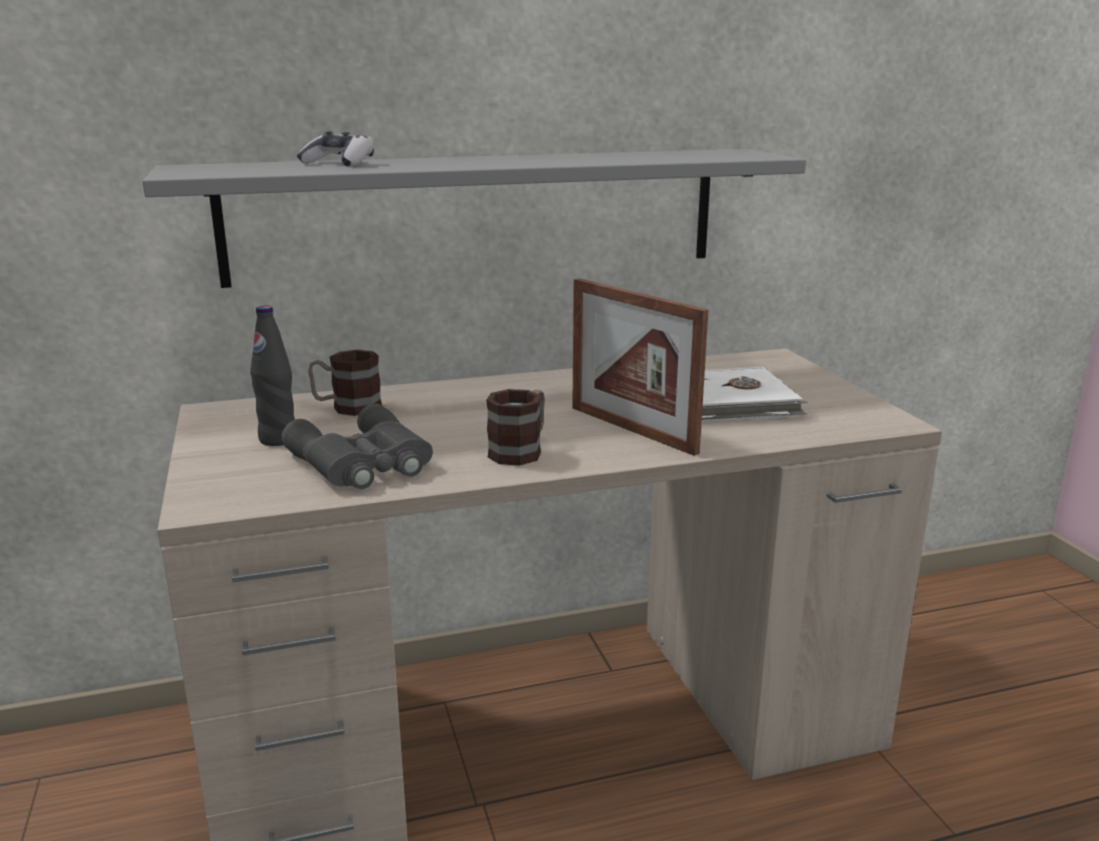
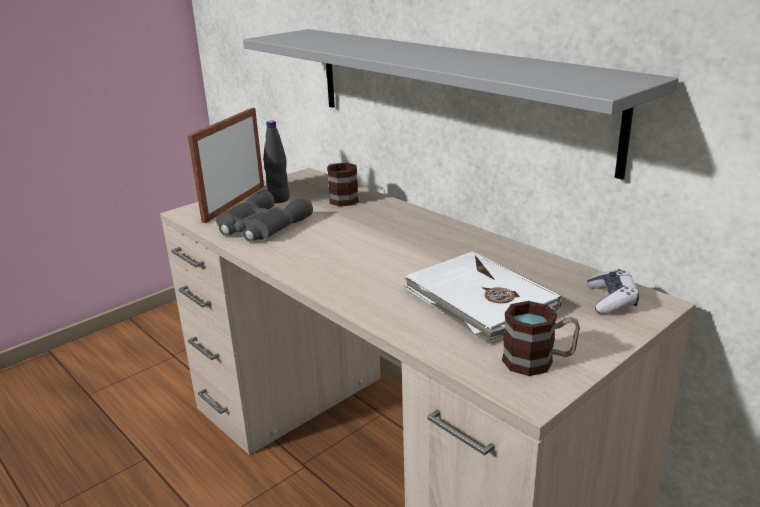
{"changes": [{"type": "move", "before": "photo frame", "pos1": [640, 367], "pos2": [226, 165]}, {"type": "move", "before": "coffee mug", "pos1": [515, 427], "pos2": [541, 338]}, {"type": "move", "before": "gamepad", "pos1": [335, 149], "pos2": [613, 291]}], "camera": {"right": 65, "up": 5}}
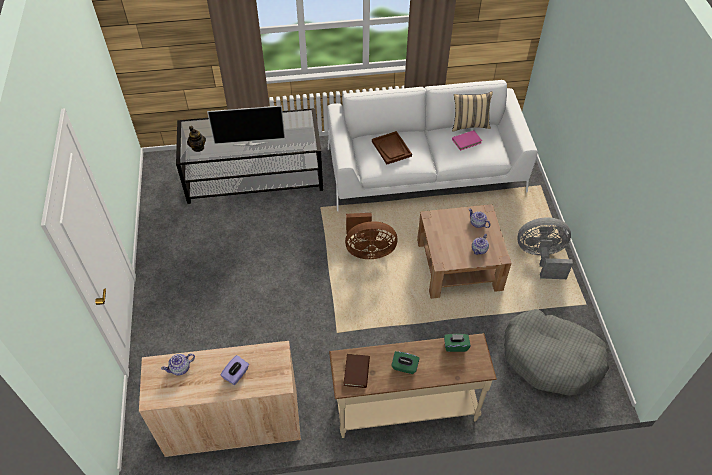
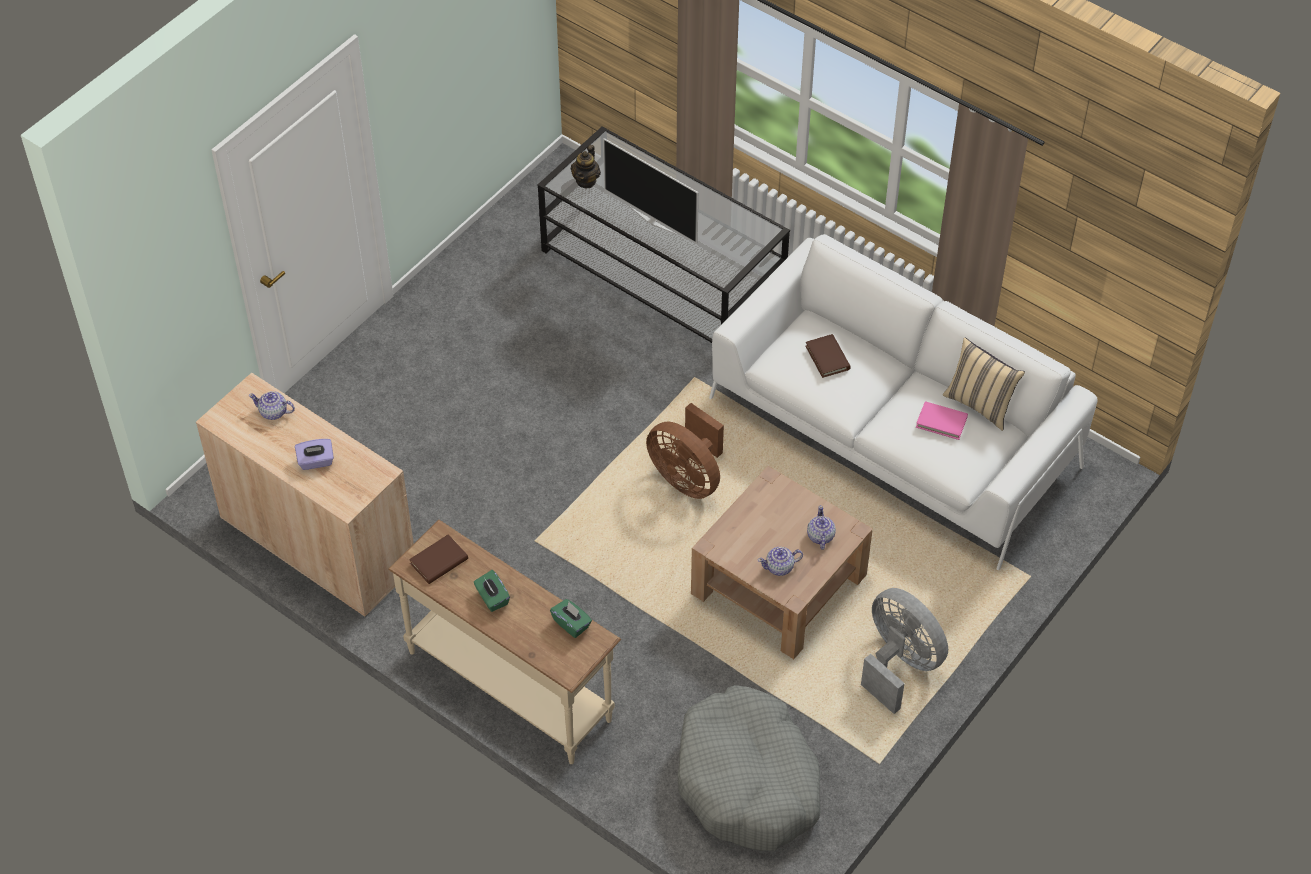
{"changes": [{"type": "replace", "before": "brown-coloured tray", "after": "brown-coloured volume", "pos1": [392, 147], "pos2": [828, 356]}], "camera": {"right": 45, "up": 0}}
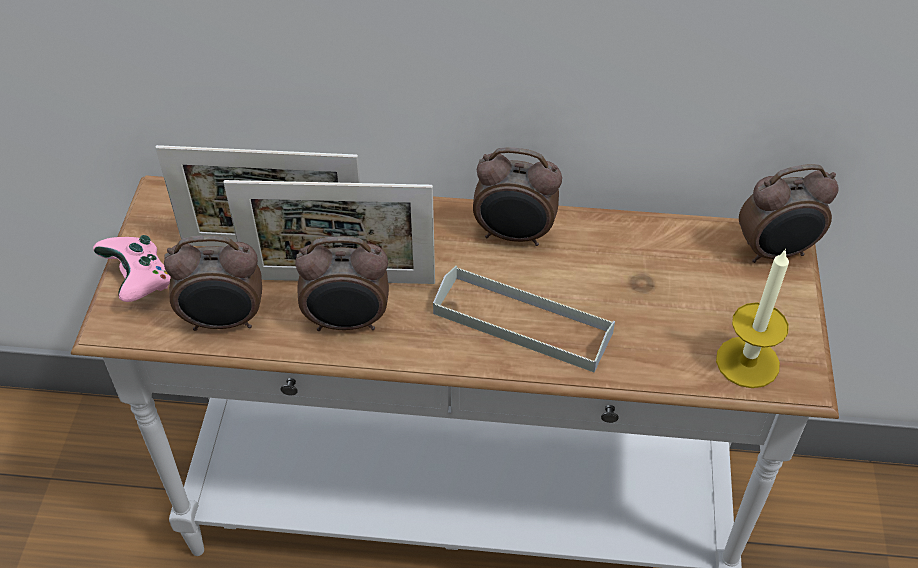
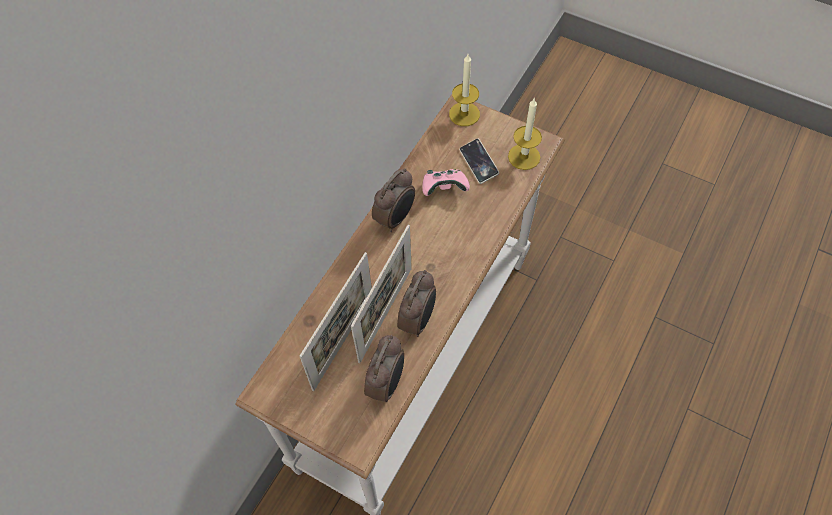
{"changes": [{"type": "move", "before": "pink-coloured gamepad", "pos1": [132, 268], "pos2": [446, 182]}, {"type": "replace", "before": "table clock", "after": "wax candle", "pos1": [789, 213], "pos2": [464, 90]}, {"type": "insert", "after": "phone", "pos2": [479, 161]}, {"type": "delete", "before": "gray tray", "pos1": [524, 319]}], "camera": {"right": -65, "up": 10}}
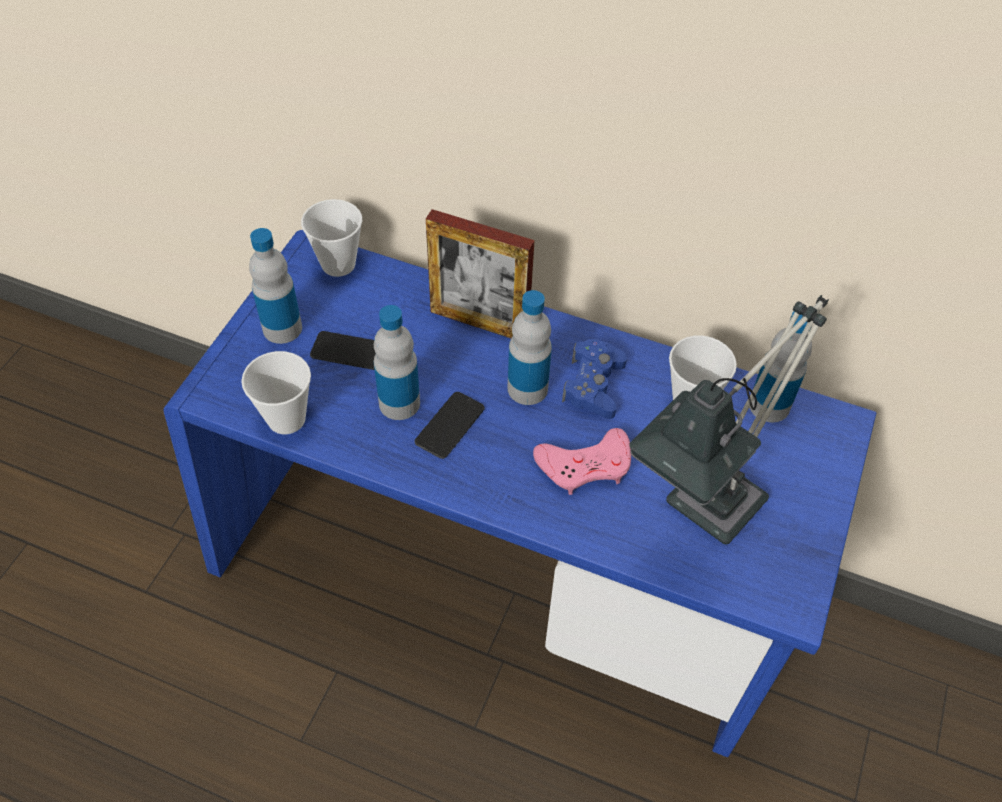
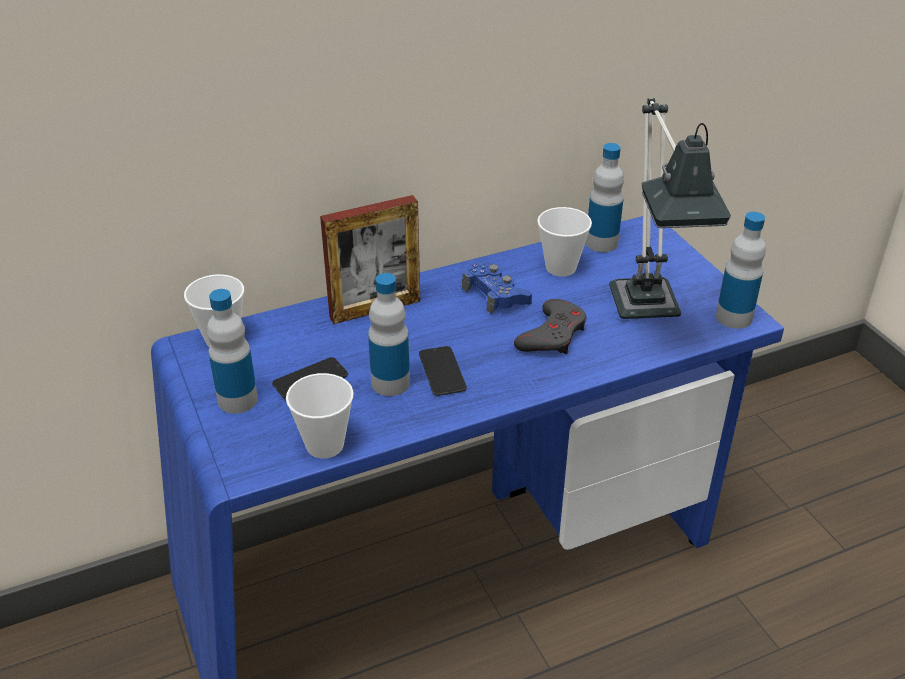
{"changes": [{"type": "recolor", "before": "pink-coloured gamepad", "after": "gray gamepad", "pos1": [582, 461], "pos2": [550, 326]}, {"type": "move", "before": "drink bottle", "pos1": [529, 347], "pos2": [741, 270]}], "camera": {"right": -45, "up": -15}}
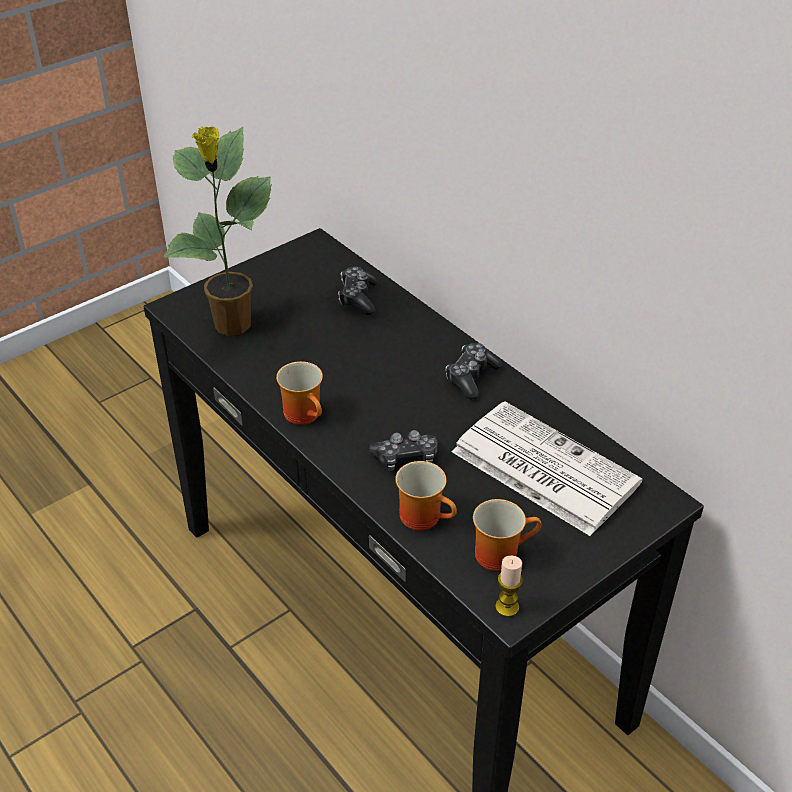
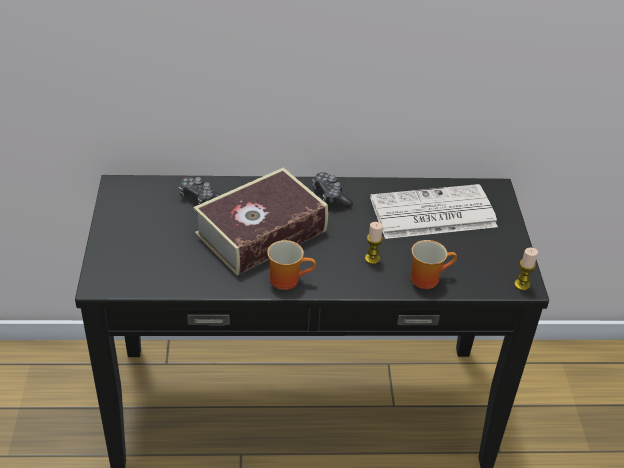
{"changes": [{"type": "insert", "after": "volume", "pos2": [261, 221]}, {"type": "replace", "before": "gamepad", "after": "wax candle", "pos1": [403, 450], "pos2": [374, 243]}, {"type": "delete", "before": "plant in a pot", "pos1": [217, 231]}, {"type": "delete", "before": "coffee mug", "pos1": [507, 535]}], "camera": {"right": -55, "up": 0}}
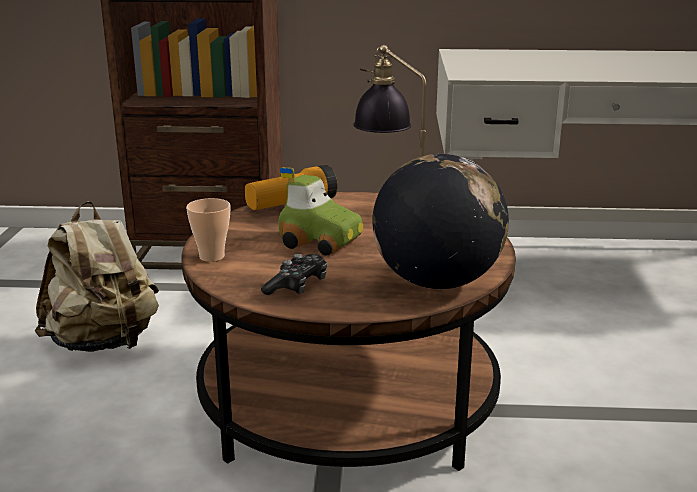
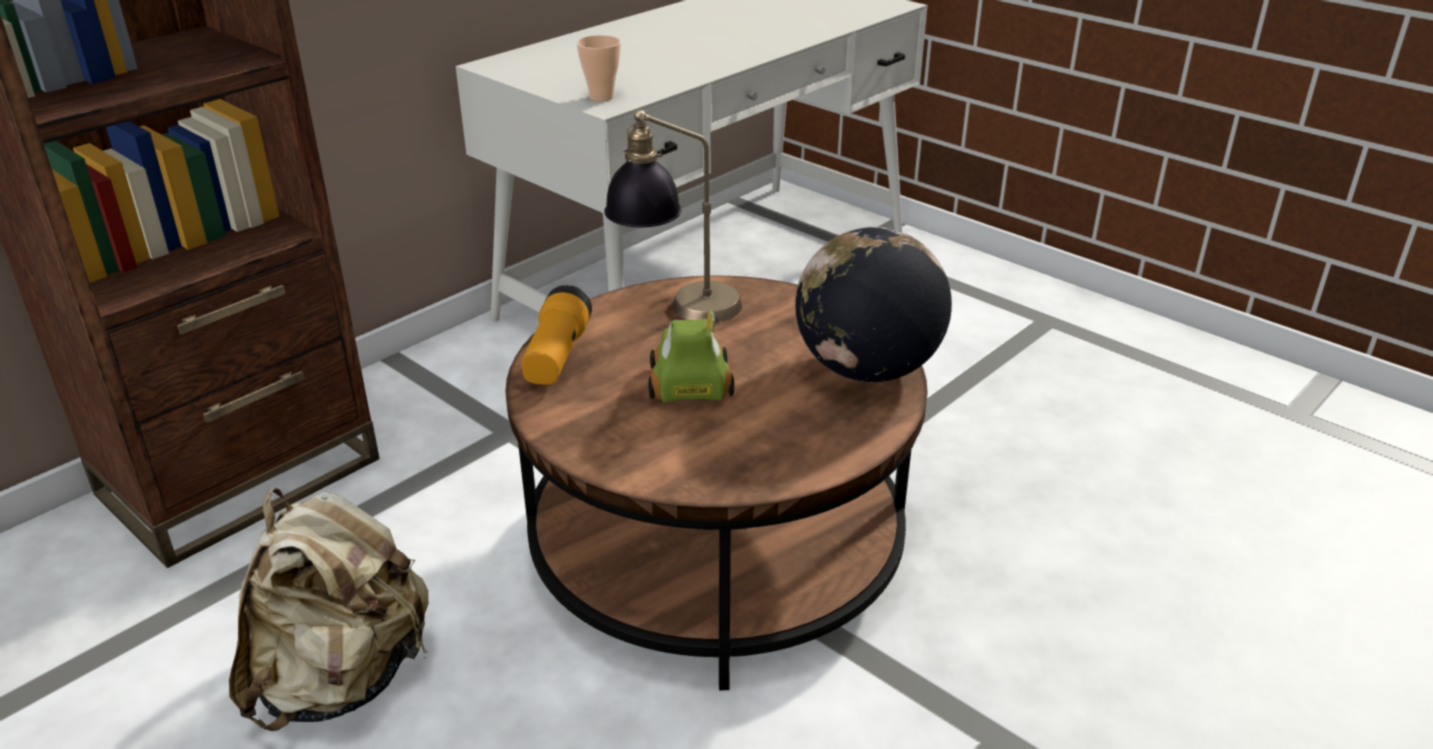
{"changes": [{"type": "move", "before": "small cup", "pos1": [208, 230], "pos2": [599, 68]}, {"type": "rotate", "before": "miniature car", "pos1": [321, 211], "pos2": [691, 356], "turn": -75}, {"type": "delete", "before": "gamepad", "pos1": [294, 274]}], "camera": {"right": -50, "up": 10}}
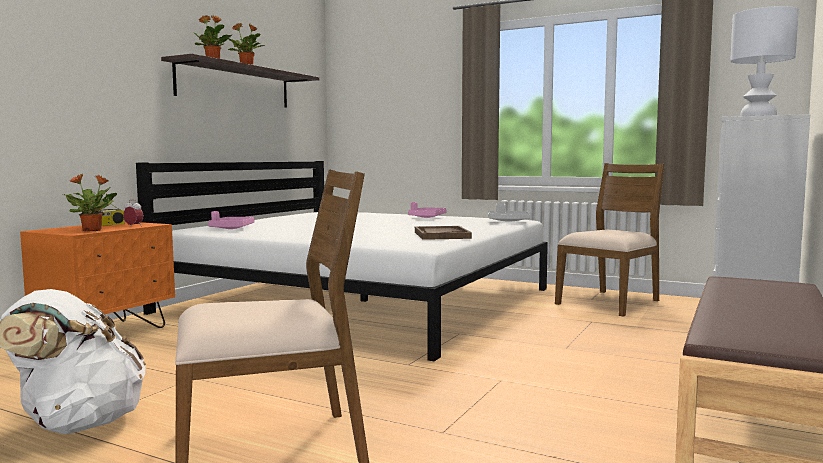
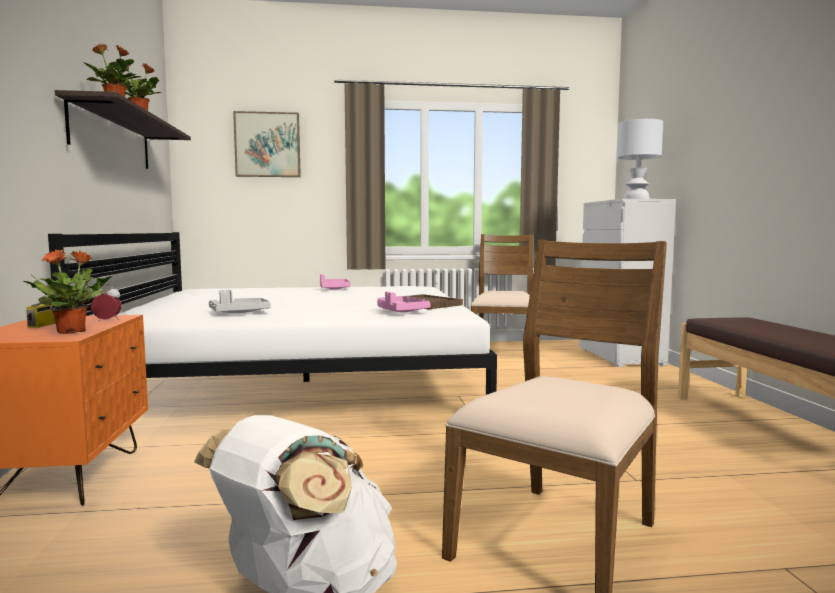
{"changes": [{"type": "move", "before": "gray tray", "pos1": [509, 212], "pos2": [239, 301]}, {"type": "insert", "after": "wall art", "pos2": [267, 144]}, {"type": "move", "before": "pink-coloured tray", "pos1": [231, 220], "pos2": [404, 302]}], "camera": {"right": -35, "up": 0}}
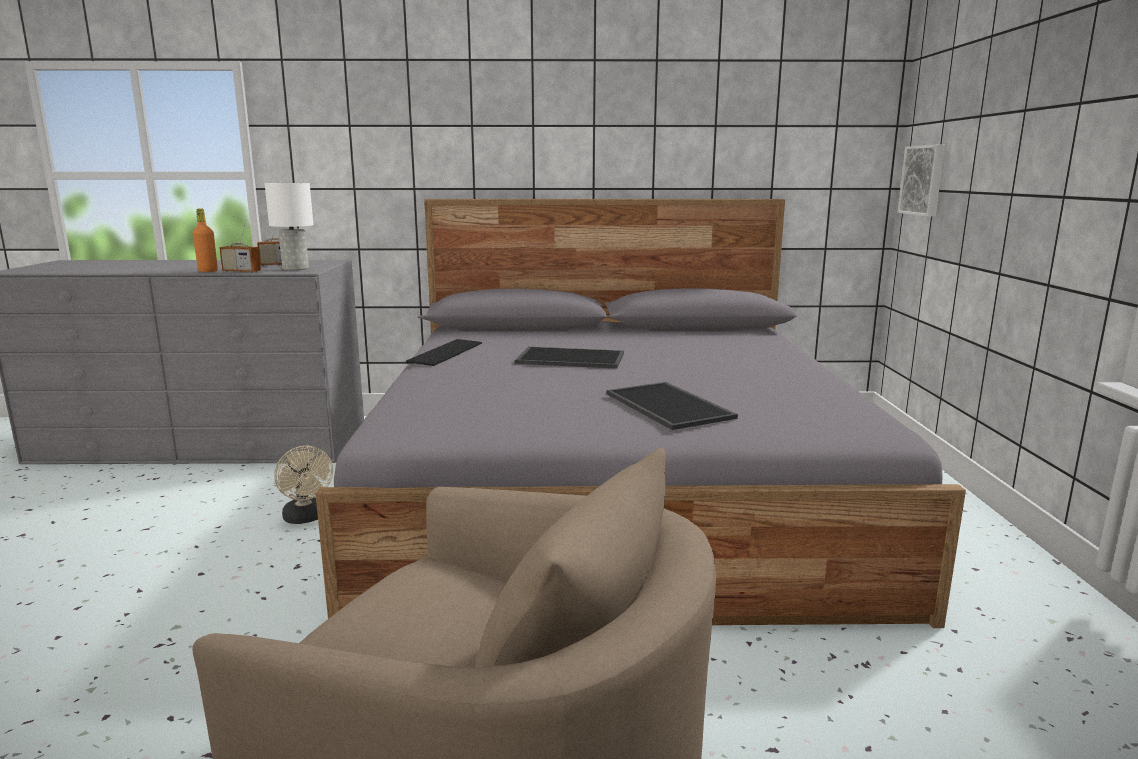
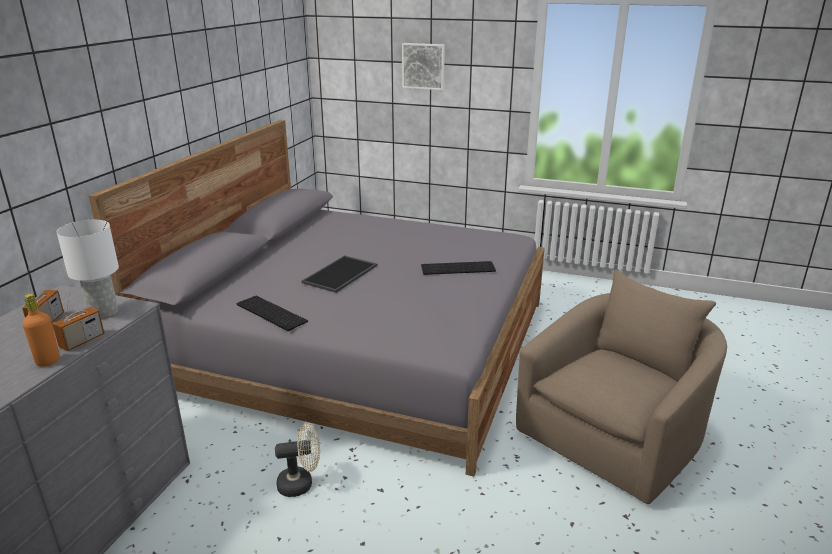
{"changes": [{"type": "move", "before": "wall art", "pos1": [921, 181], "pos2": [423, 66]}, {"type": "replace", "before": "tray", "after": "computer keyboard", "pos1": [672, 406], "pos2": [458, 268]}], "camera": {"right": -70, "up": 10}}
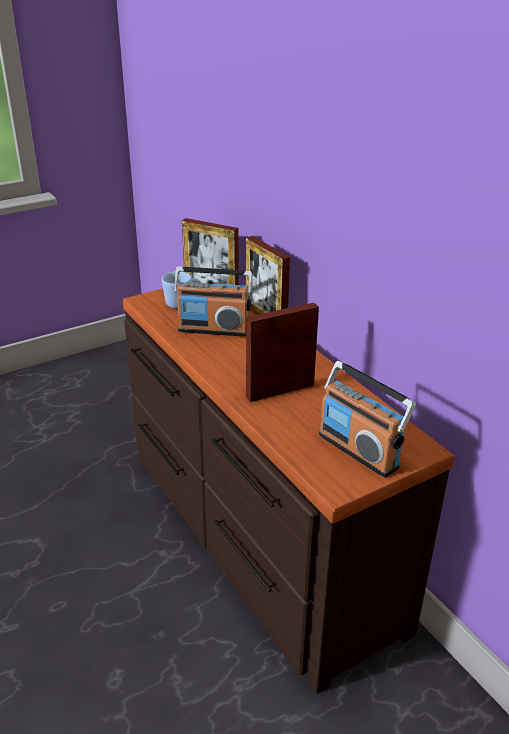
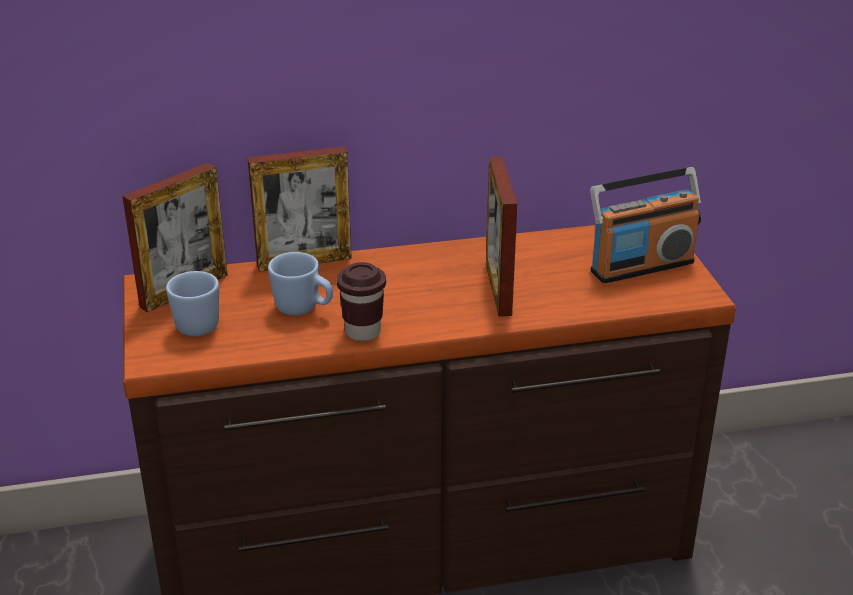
{"changes": [{"type": "replace", "before": "radio set", "after": "blue coffee mug", "pos1": [213, 302], "pos2": [300, 283]}, {"type": "insert", "after": "brown-coloured small cup", "pos2": [361, 301]}], "camera": {"right": -70, "up": 0}}
